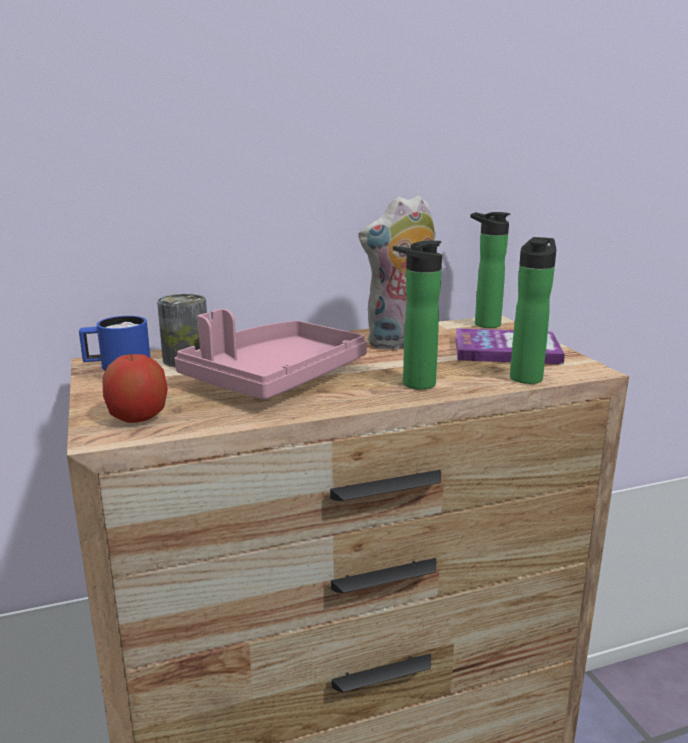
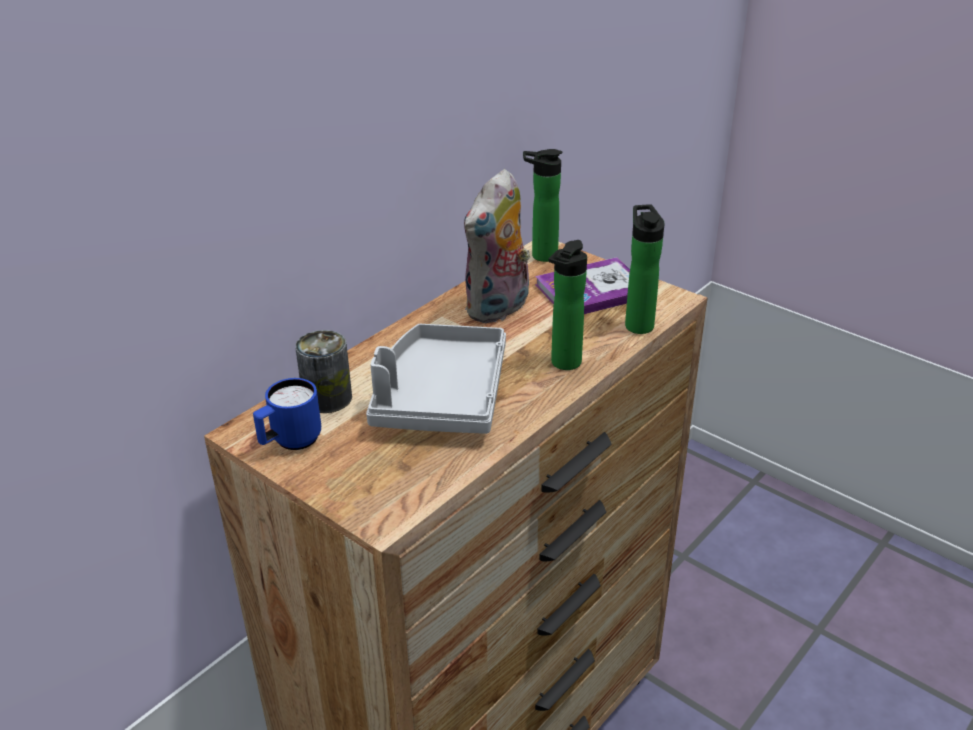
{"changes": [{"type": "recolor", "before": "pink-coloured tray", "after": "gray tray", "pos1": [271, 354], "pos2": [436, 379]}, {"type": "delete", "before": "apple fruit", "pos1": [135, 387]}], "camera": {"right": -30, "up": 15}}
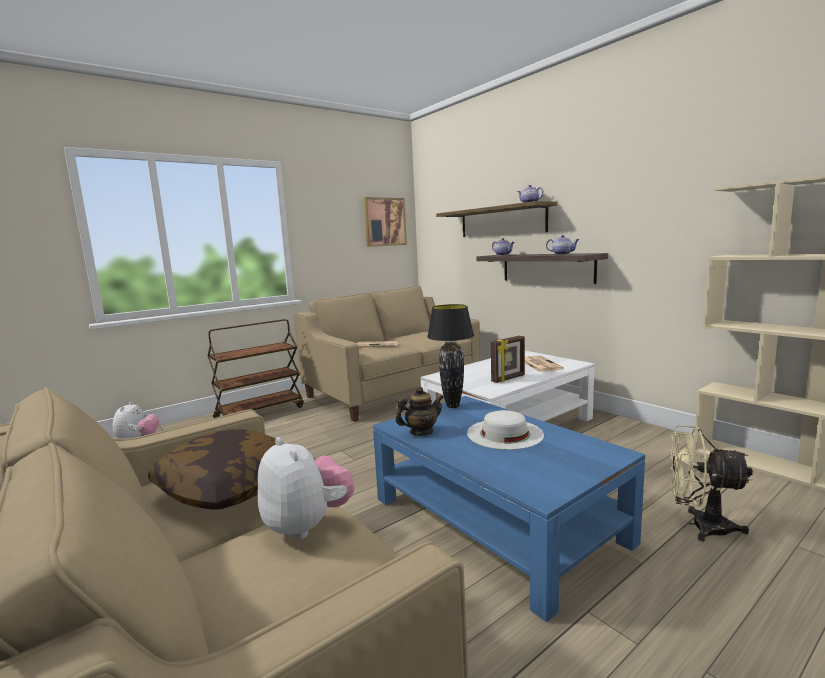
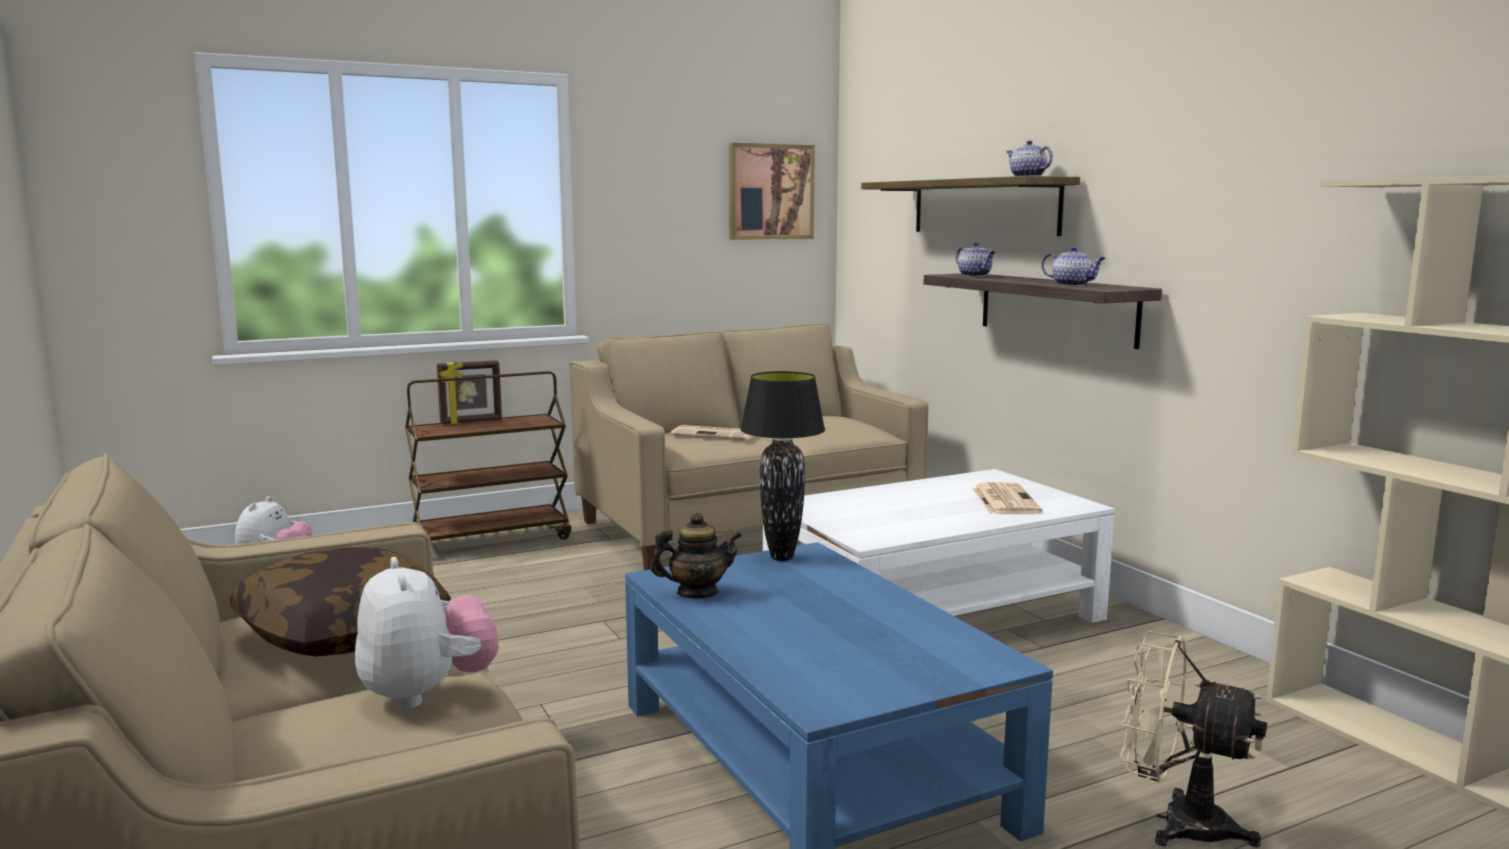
{"changes": [{"type": "move", "before": "photo frame", "pos1": [508, 359], "pos2": [469, 392]}, {"type": "delete", "before": "whitish hat", "pos1": [505, 430]}], "camera": {"right": 10, "up": 0}}
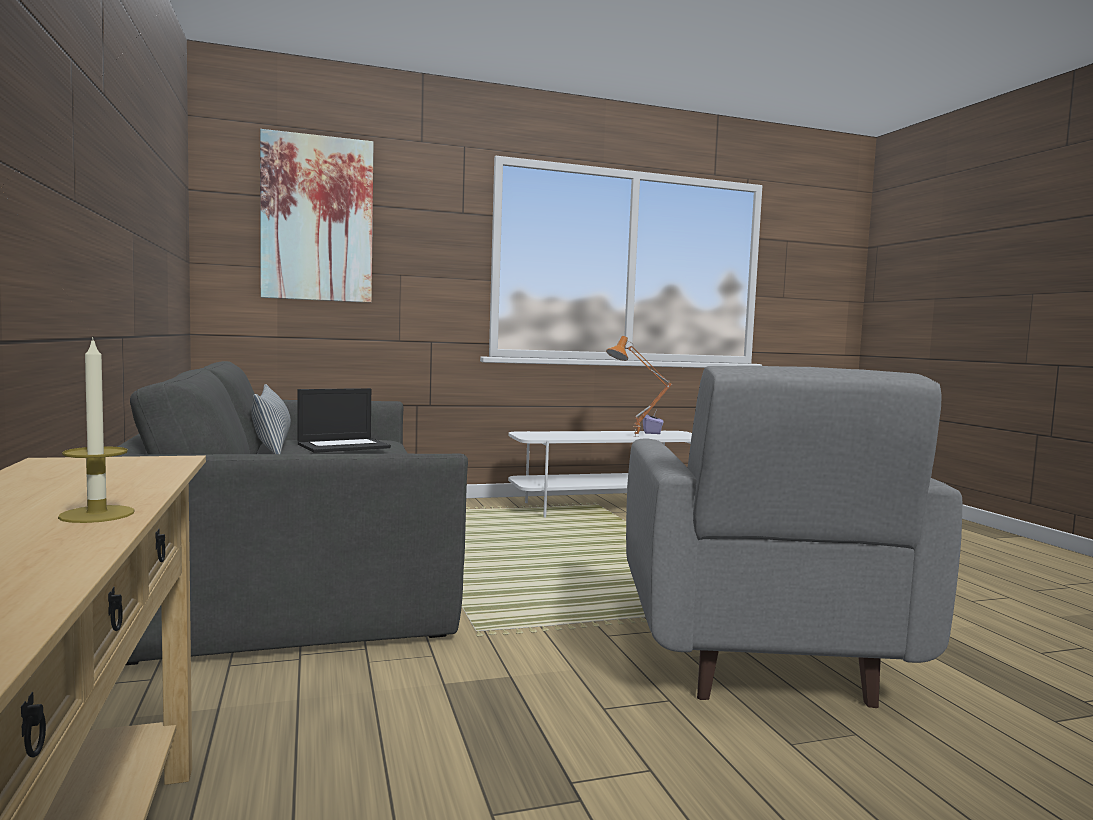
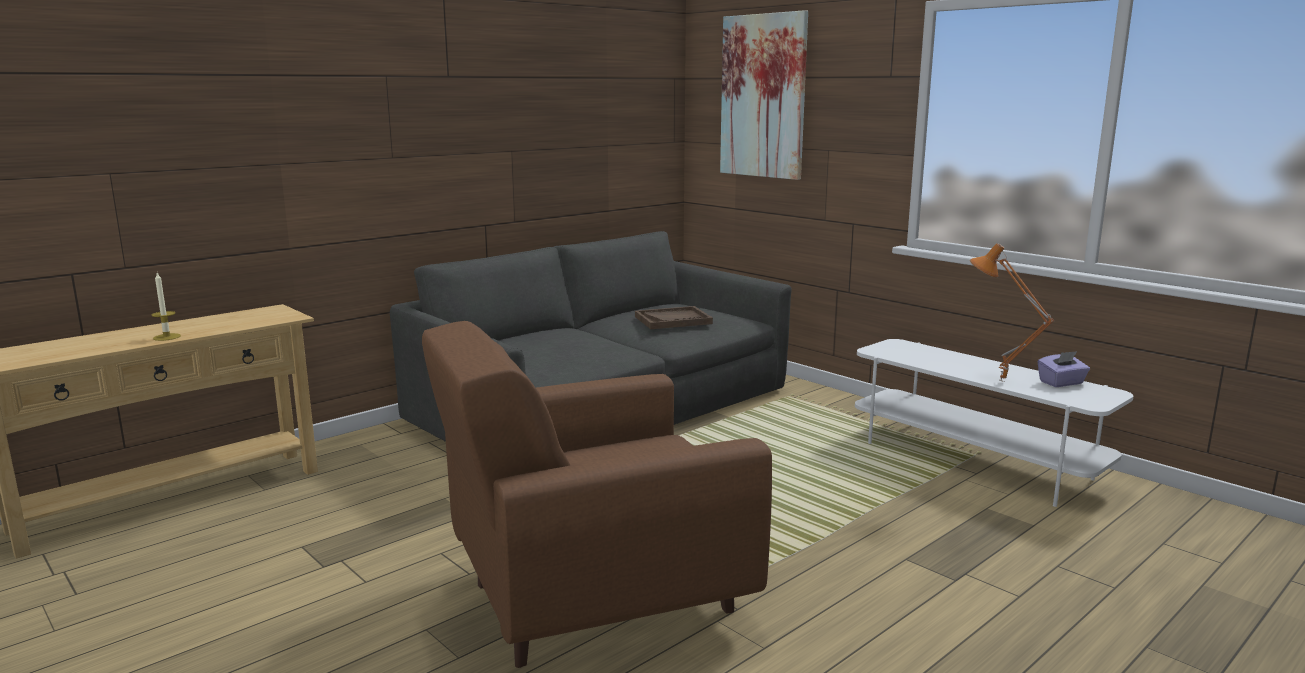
{"changes": [{"type": "recolor", "before": "gray lounge chair", "after": "brown-coloured lounge chair", "pos1": [794, 537], "pos2": [597, 494]}, {"type": "replace", "before": "laptop", "after": "brown-coloured tray", "pos1": [344, 420], "pos2": [674, 317]}, {"type": "delete", "before": "throw pillow", "pos1": [271, 419]}], "camera": {"right": 65, "up": 10}}
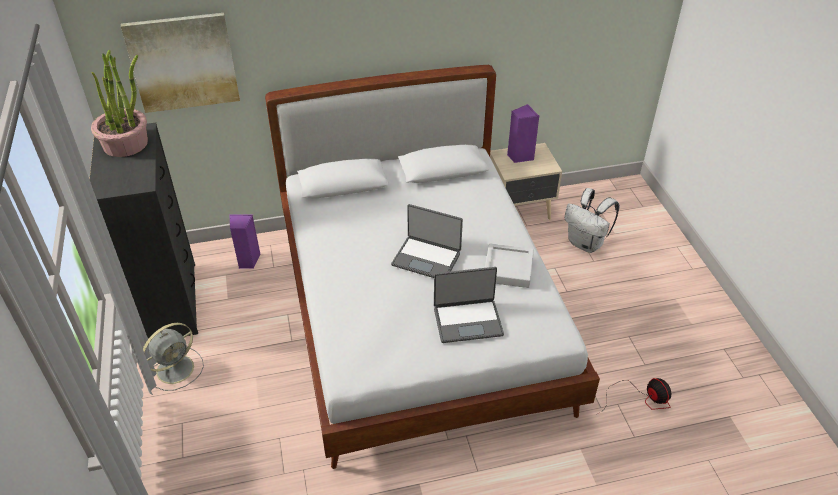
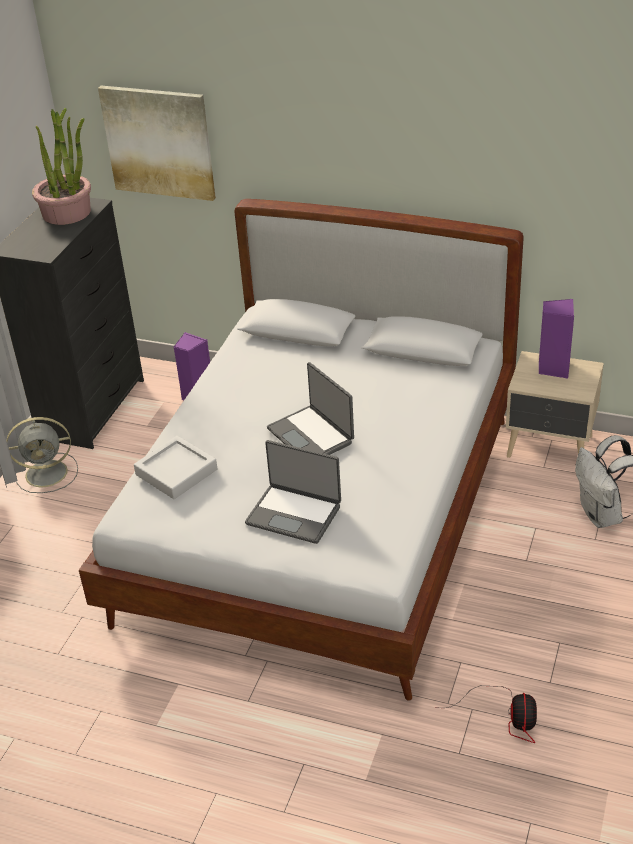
{"changes": [{"type": "move", "before": "gray tray", "pos1": [509, 265], "pos2": [175, 467]}], "camera": {"right": 35, "up": -5}}
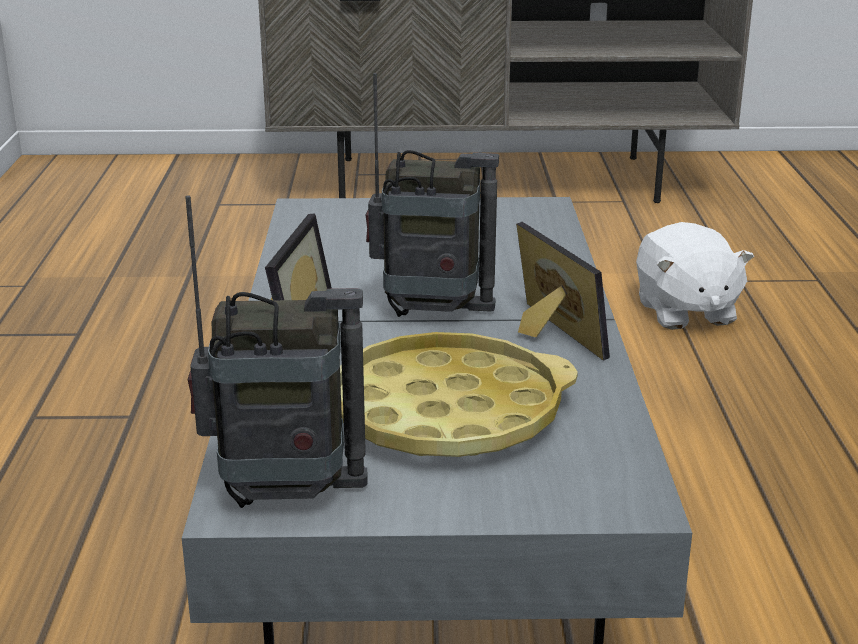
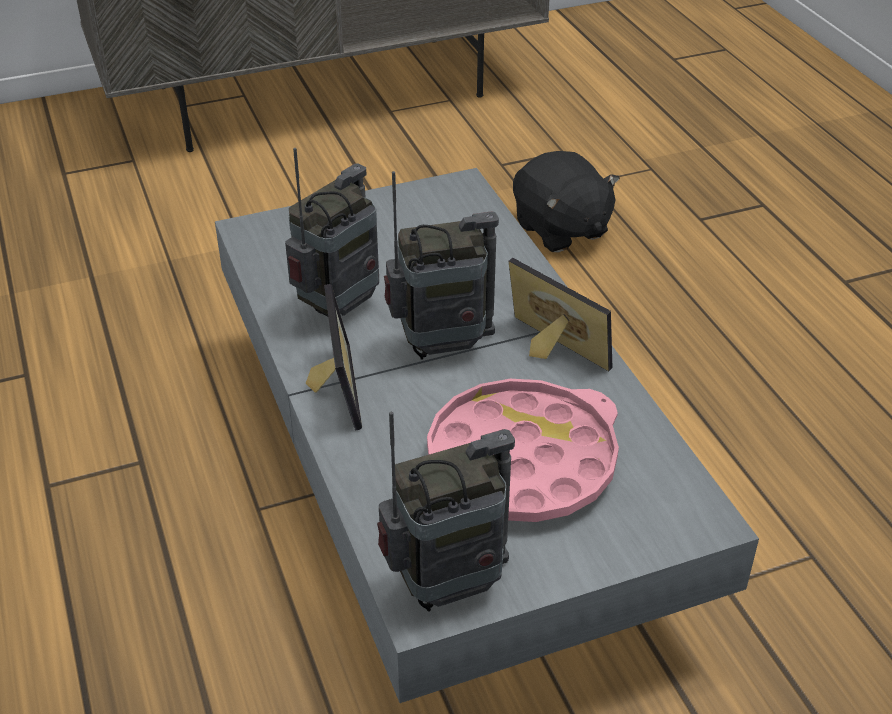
{"changes": [{"type": "insert", "after": "radio set", "pos2": [332, 232]}, {"type": "recolor", "before": "yellow tray", "after": "pink-coloured tray", "pos1": [459, 394], "pos2": [523, 450]}, {"type": "recolor", "before": "whitish soft toy", "after": "black-coloured soft toy", "pos1": [695, 276], "pos2": [566, 202]}], "camera": {"right": -20, "up": 15}}
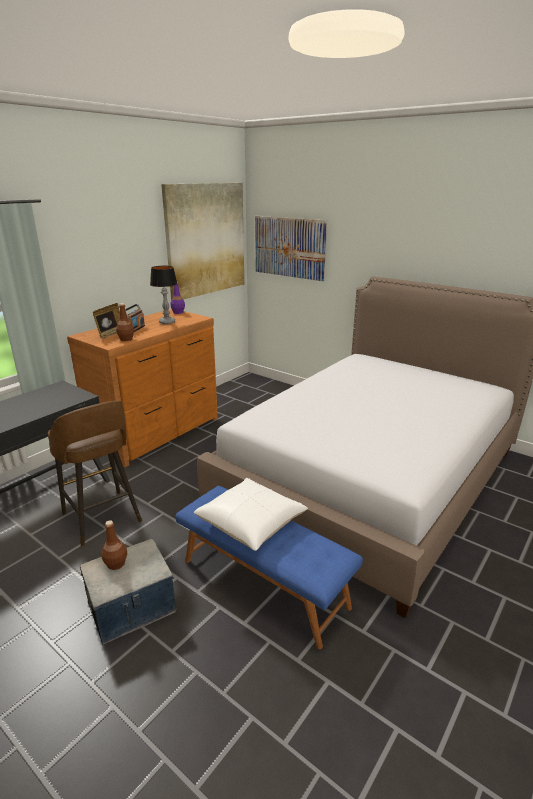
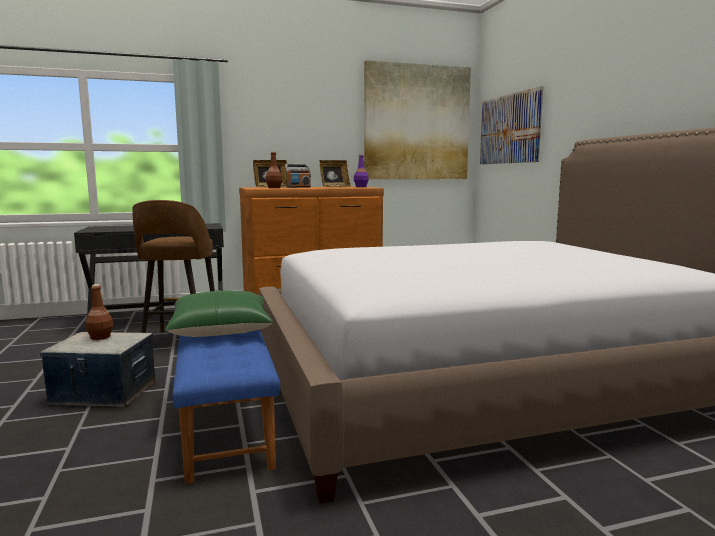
{"changes": [{"type": "recolor", "before": "whitish throw pillow", "after": "green throw pillow", "pos1": [251, 514], "pos2": [219, 313]}, {"type": "replace", "before": "table lamp", "after": "photo frame", "pos1": [164, 295], "pos2": [335, 173]}], "camera": {"right": 35, "up": -15}}
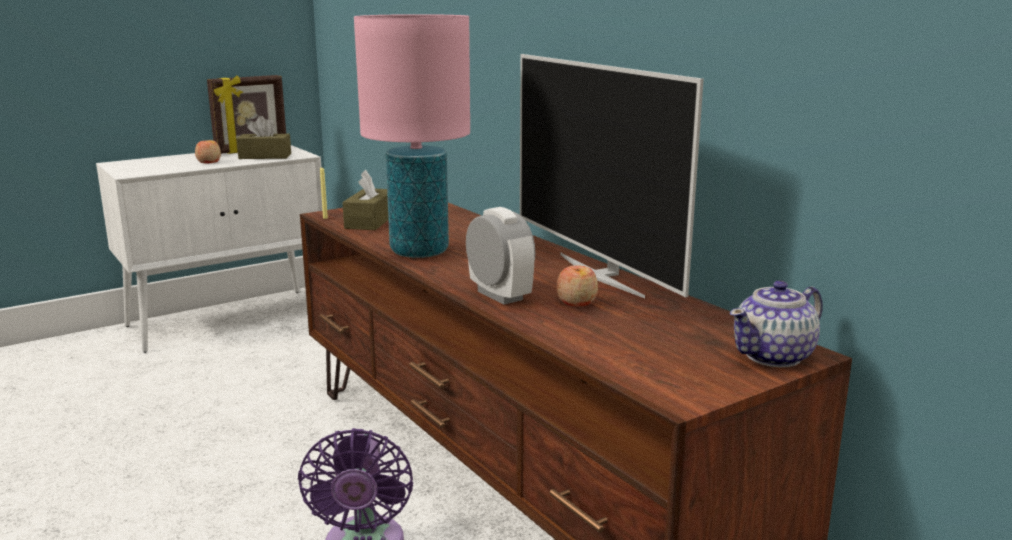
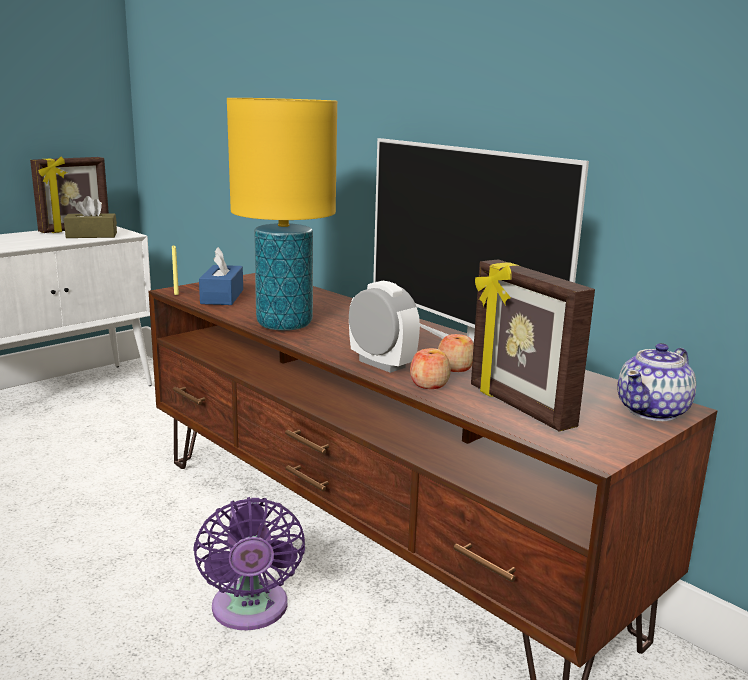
{"changes": [{"type": "recolor", "before": "brown-coloured tissue holder", "after": "blue tissue holder", "pos1": [365, 199], "pos2": [221, 276]}, {"type": "recolor", "before": "pink-coloured table lamp", "after": "yellow table lamp", "pos1": [412, 136], "pos2": [282, 214]}, {"type": "move", "before": "apple fruit", "pos1": [208, 151], "pos2": [430, 368]}, {"type": "insert", "after": "photo frame", "pos2": [533, 345]}], "camera": {"right": -10, "up": 0}}
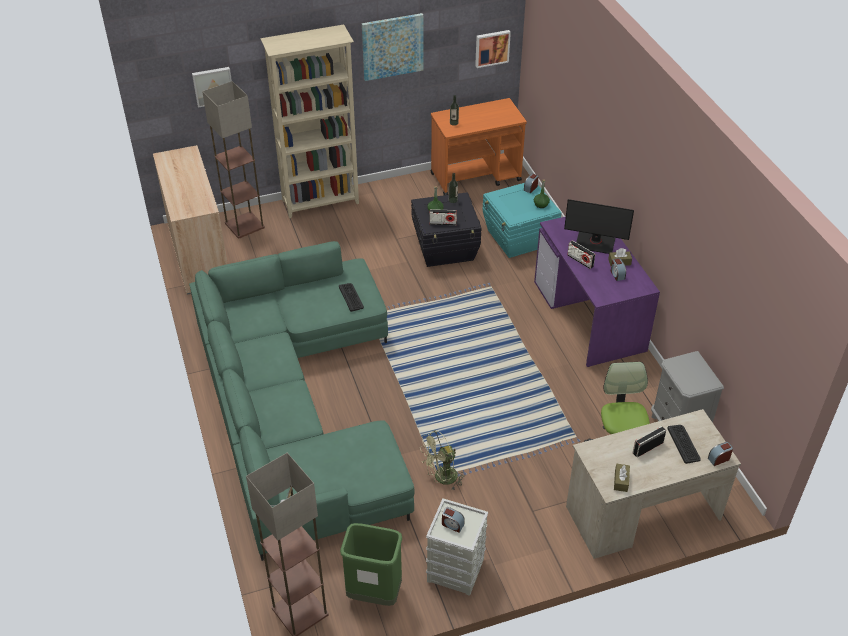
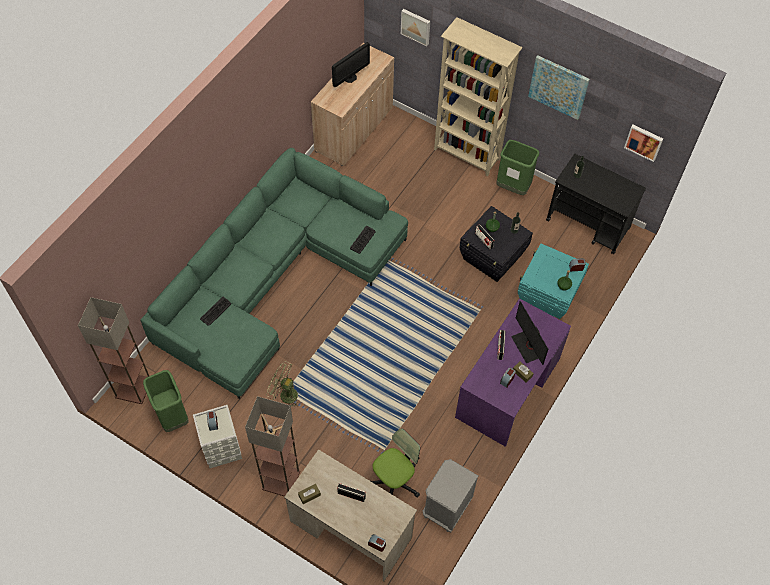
{"changes": [{"type": "move", "before": "computer keyboard", "pos1": [684, 444], "pos2": [215, 311]}, {"type": "move", "before": "standing lamp", "pos1": [233, 160], "pos2": [272, 446]}, {"type": "insert", "after": "computer screen", "pos2": [351, 64]}, {"type": "insert", "after": "green rubbish bin", "pos2": [517, 167]}, {"type": "recolor", "before": "orange cart", "after": "black-coloured cart", "pos1": [478, 146], "pos2": [596, 204]}], "camera": {"right": 50, "up": 15}}
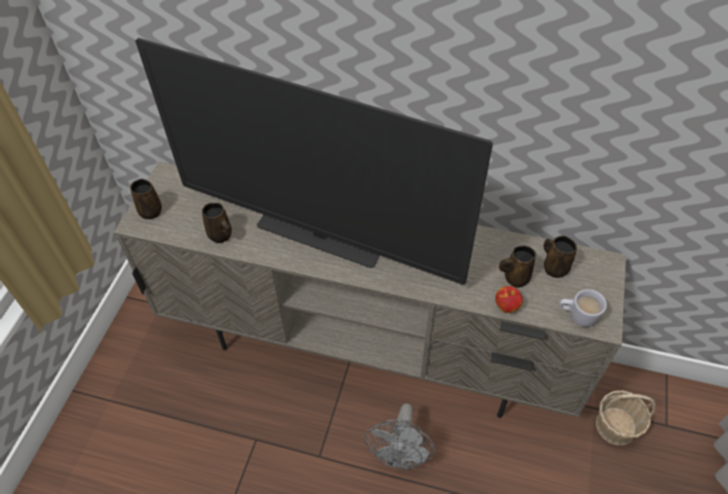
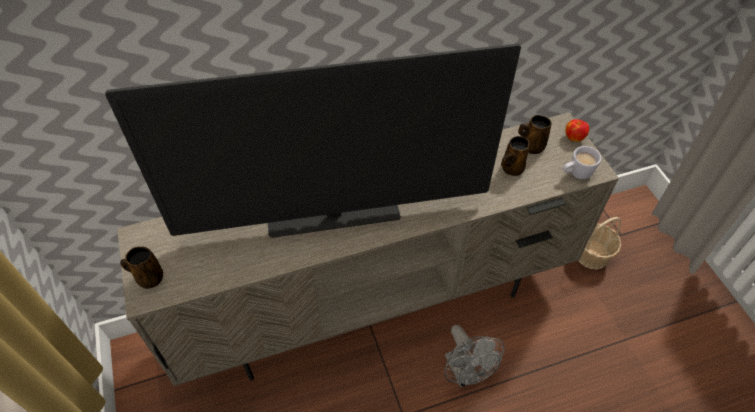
{"changes": [{"type": "move", "before": "apple fruit", "pos1": [509, 299], "pos2": [577, 130]}, {"type": "delete", "before": "brown-coloured coffee mug", "pos1": [217, 223]}], "camera": {"right": -35, "up": 0}}
